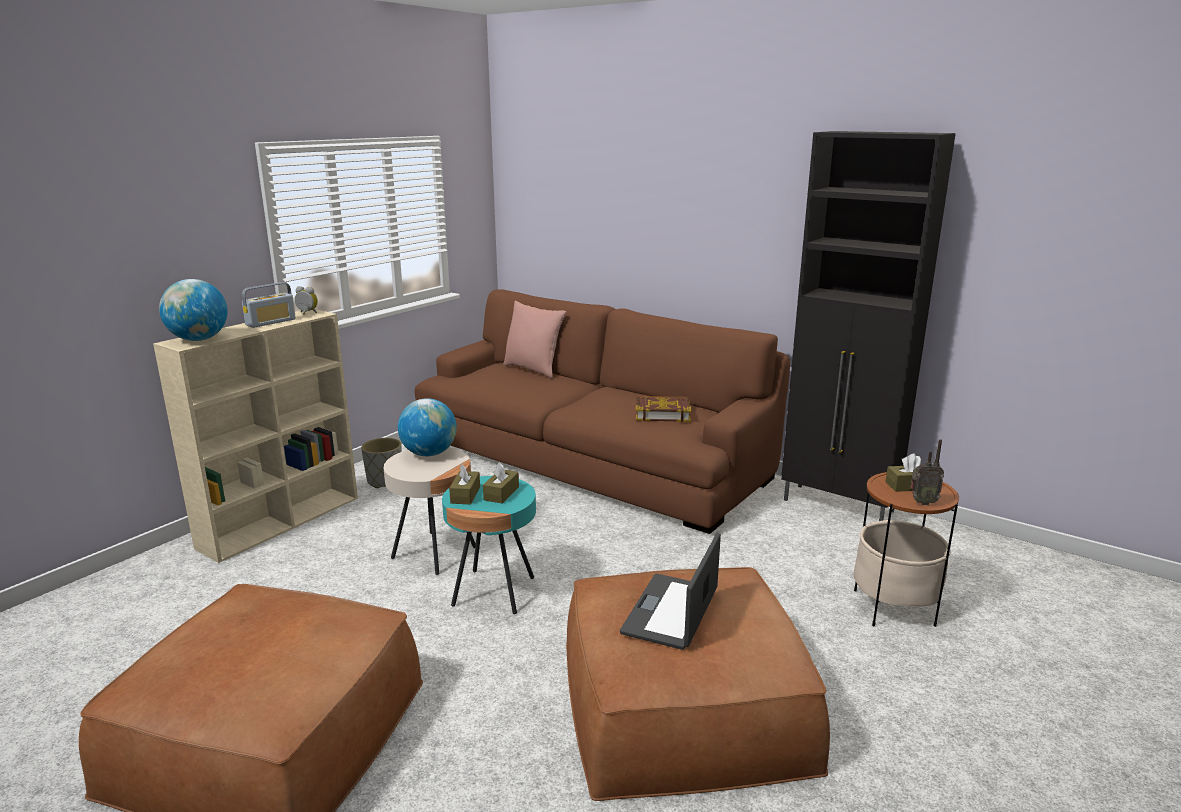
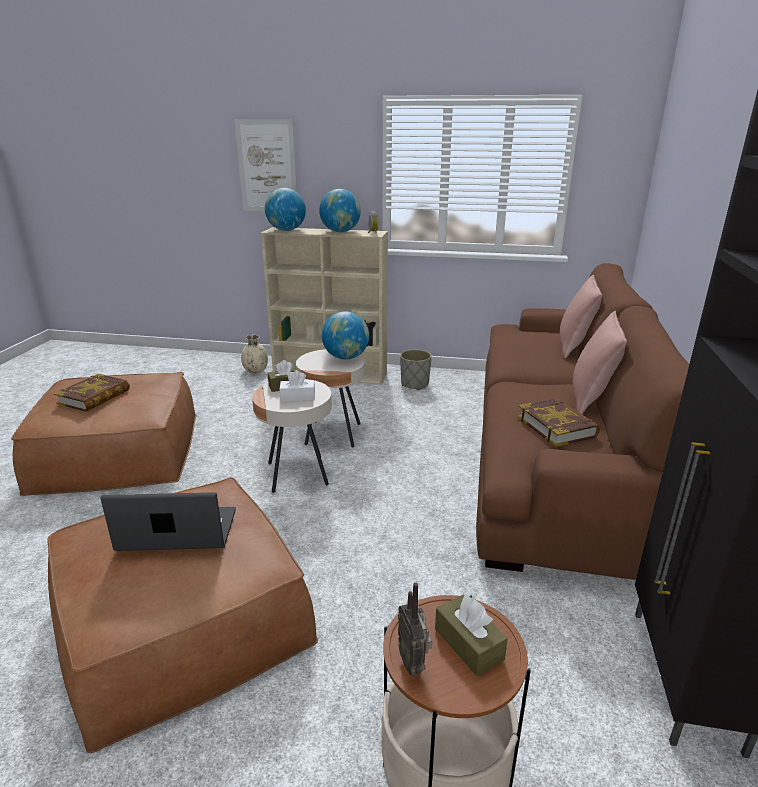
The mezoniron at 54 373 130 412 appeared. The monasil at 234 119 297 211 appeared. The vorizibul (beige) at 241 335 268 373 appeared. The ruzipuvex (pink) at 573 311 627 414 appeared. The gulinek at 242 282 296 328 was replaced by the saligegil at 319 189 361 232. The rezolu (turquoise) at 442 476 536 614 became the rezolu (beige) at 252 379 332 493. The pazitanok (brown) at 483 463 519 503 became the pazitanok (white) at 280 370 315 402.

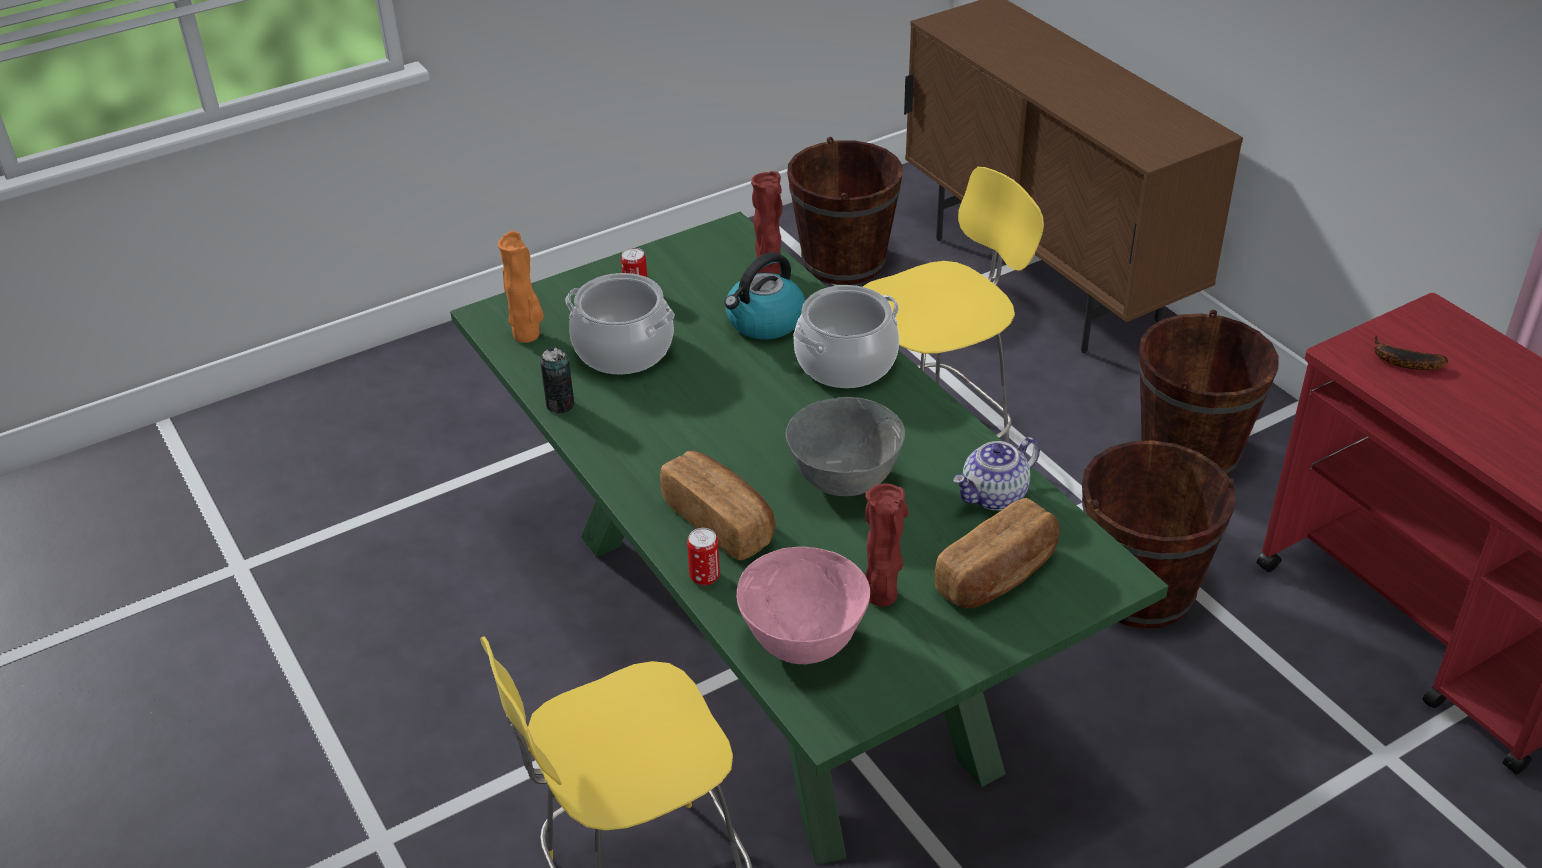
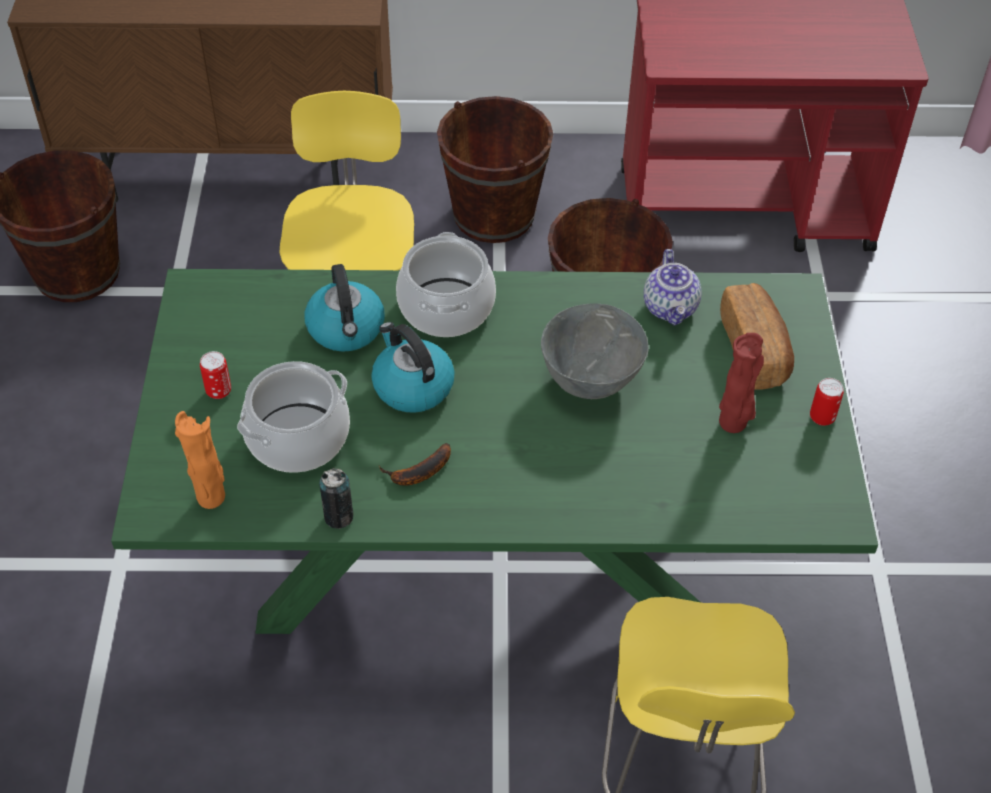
The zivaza at 660 451 776 560 disappeared. The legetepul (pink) at 737 547 870 664 disappeared. The vorizibul (red) at 751 171 783 274 disappeared. The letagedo at 371 322 455 413 appeared. The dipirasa moved from 687 528 720 586 to 810 378 844 426. The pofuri moved from 1374 335 1448 370 to 379 443 451 486.

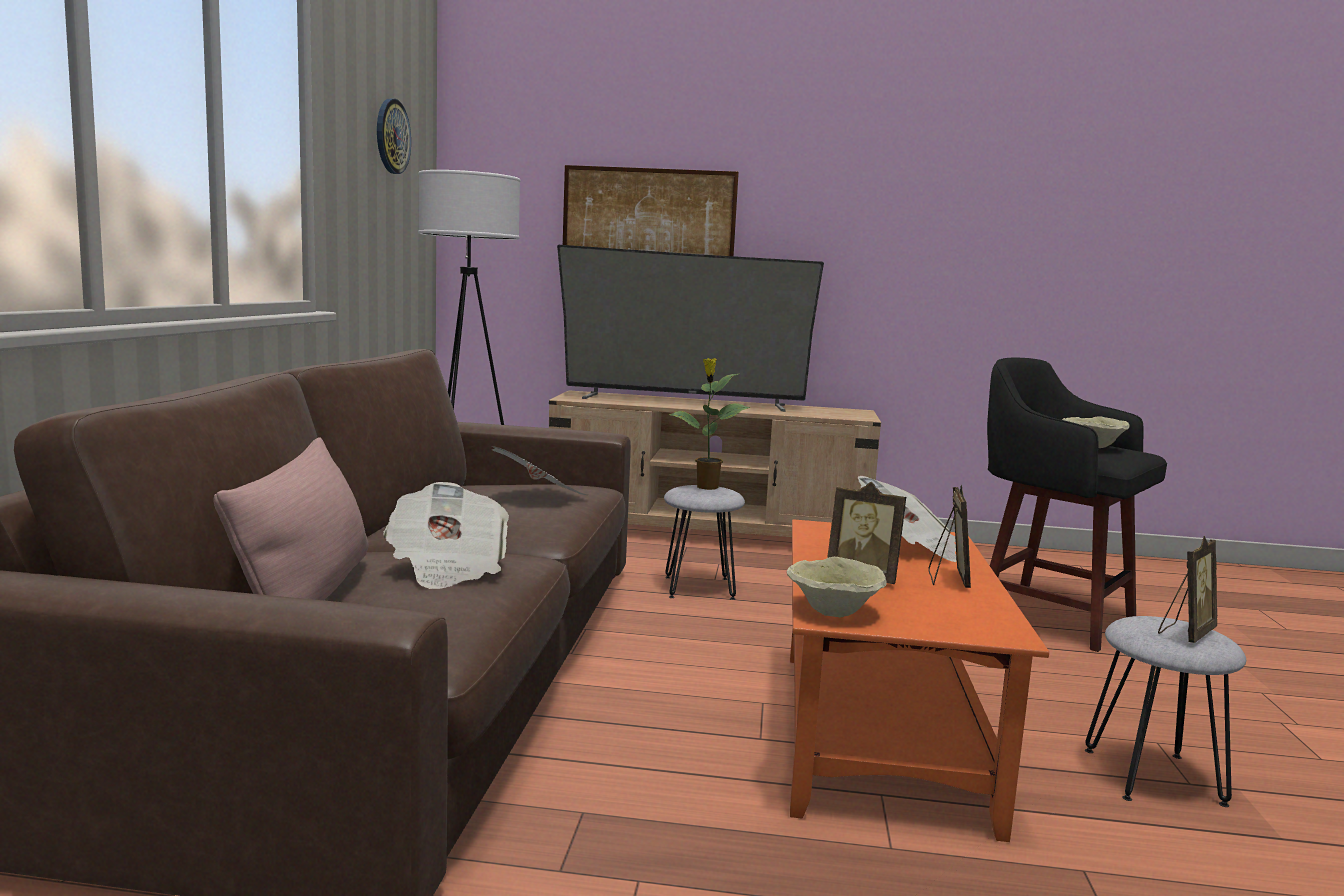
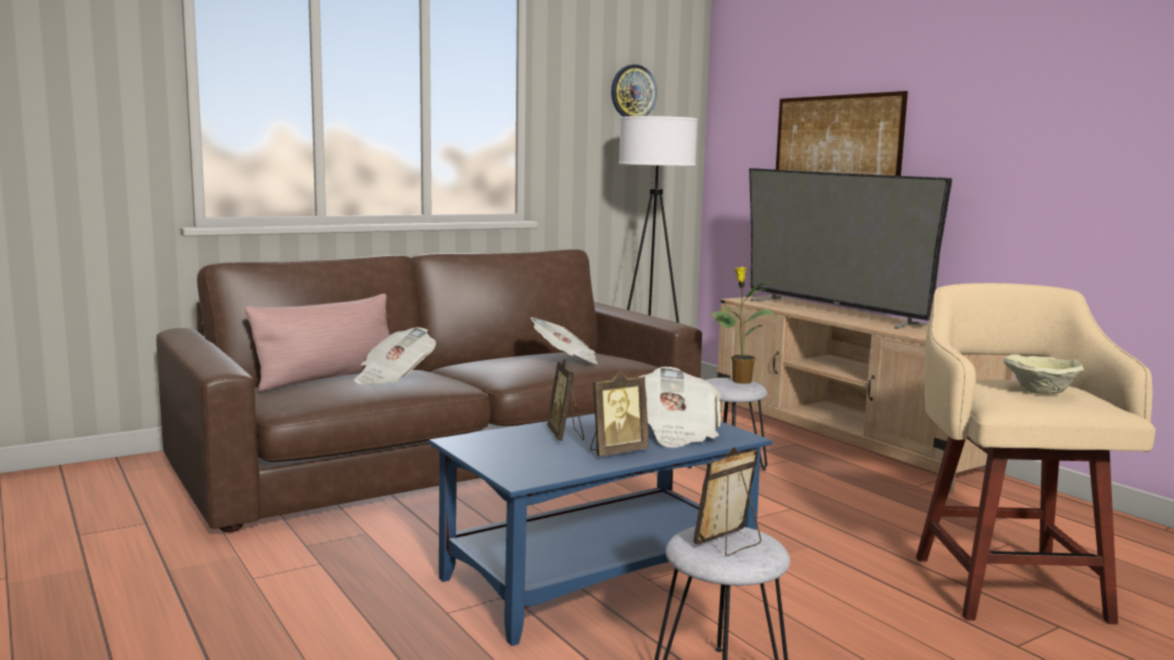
The legetepul (beige) at 787 557 887 617 disappeared. The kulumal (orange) at 790 519 1049 842 became the kulumal (blue) at 429 414 772 646. The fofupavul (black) at 987 358 1167 652 became the fofupavul (beige) at 916 283 1156 624. The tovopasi at 1158 536 1217 643 turned 135 degrees clockwise.

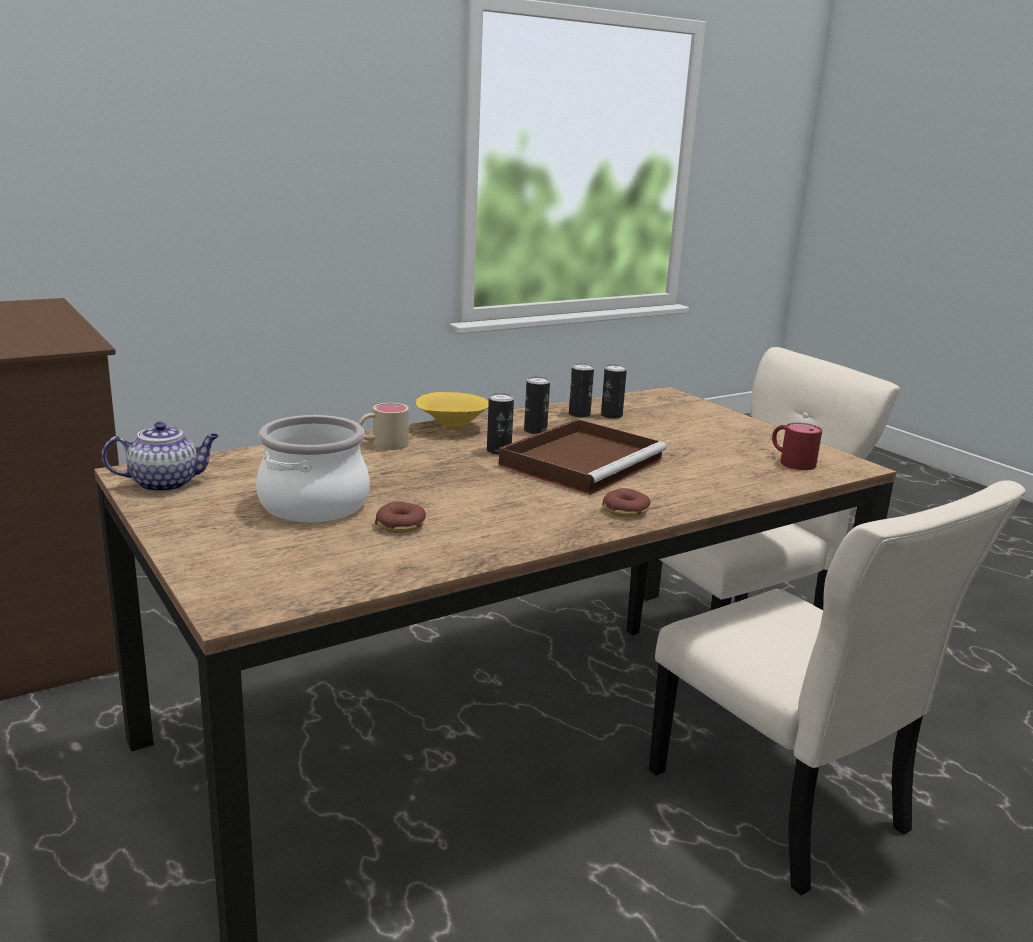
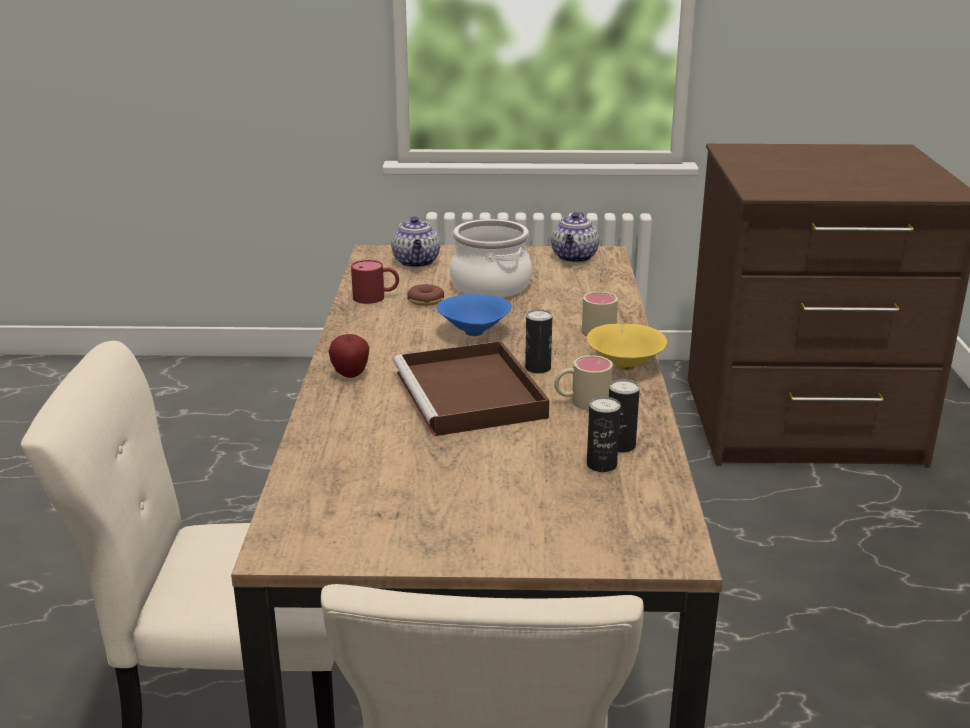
The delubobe at 391 216 440 268 appeared. The legetepul (blue) at 437 294 511 336 appeared. The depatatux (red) moved from 772 423 822 470 to 351 260 399 304. The dipirasa at 524 377 550 434 was replaced by the depatatux (beige) at 554 355 613 411. The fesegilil at 602 488 650 517 was replaced by the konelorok at 328 334 370 378.

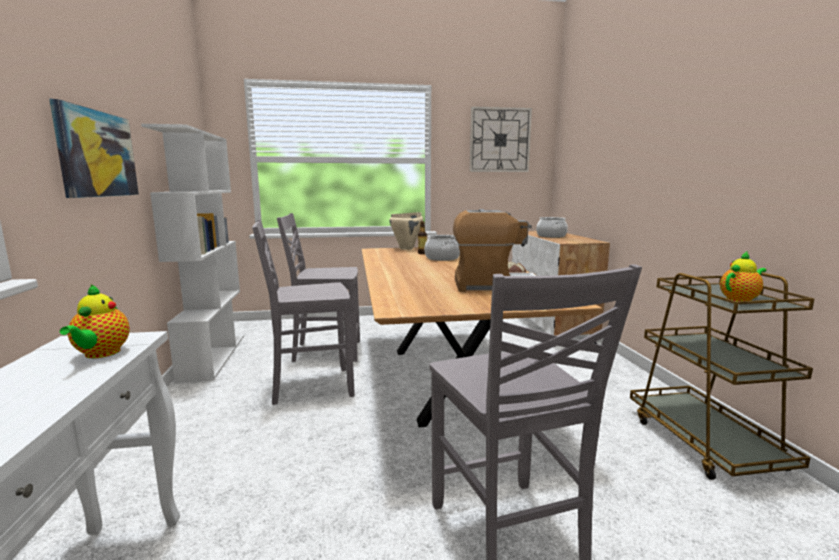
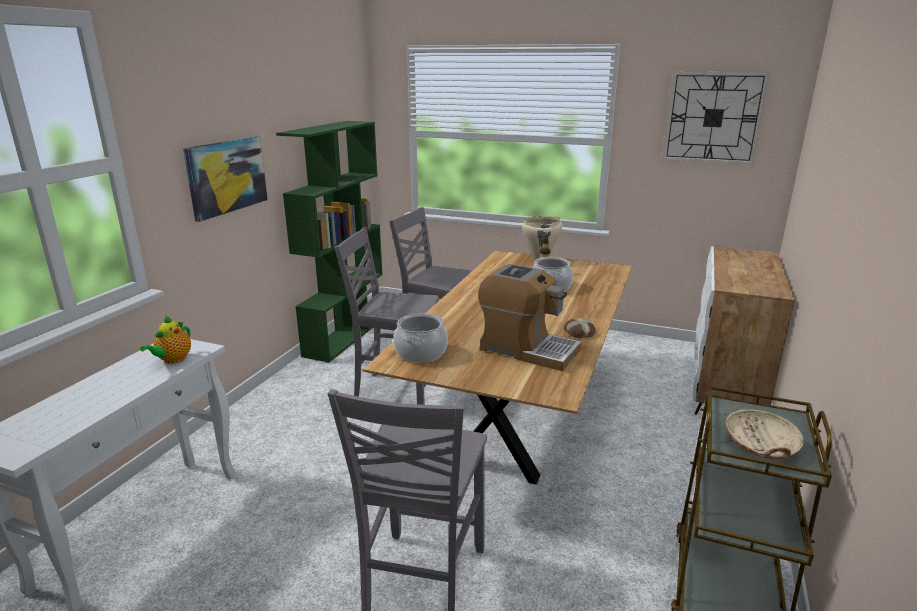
The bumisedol moved from 536 217 568 238 to 393 313 448 362. The delubobe at 720 251 767 301 was replaced by the legetepul (beige) at 726 409 804 459. The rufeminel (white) at 141 124 244 383 became the rufeminel (green) at 276 121 382 363.

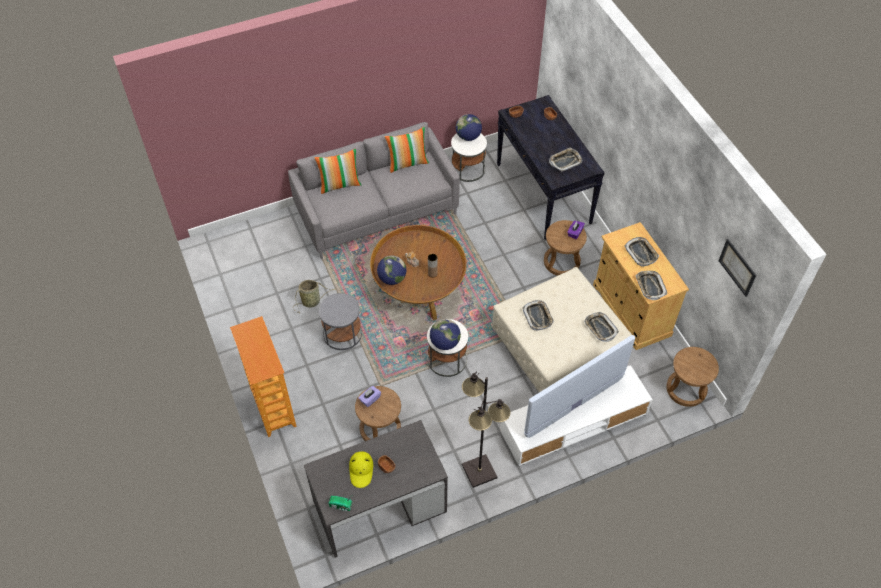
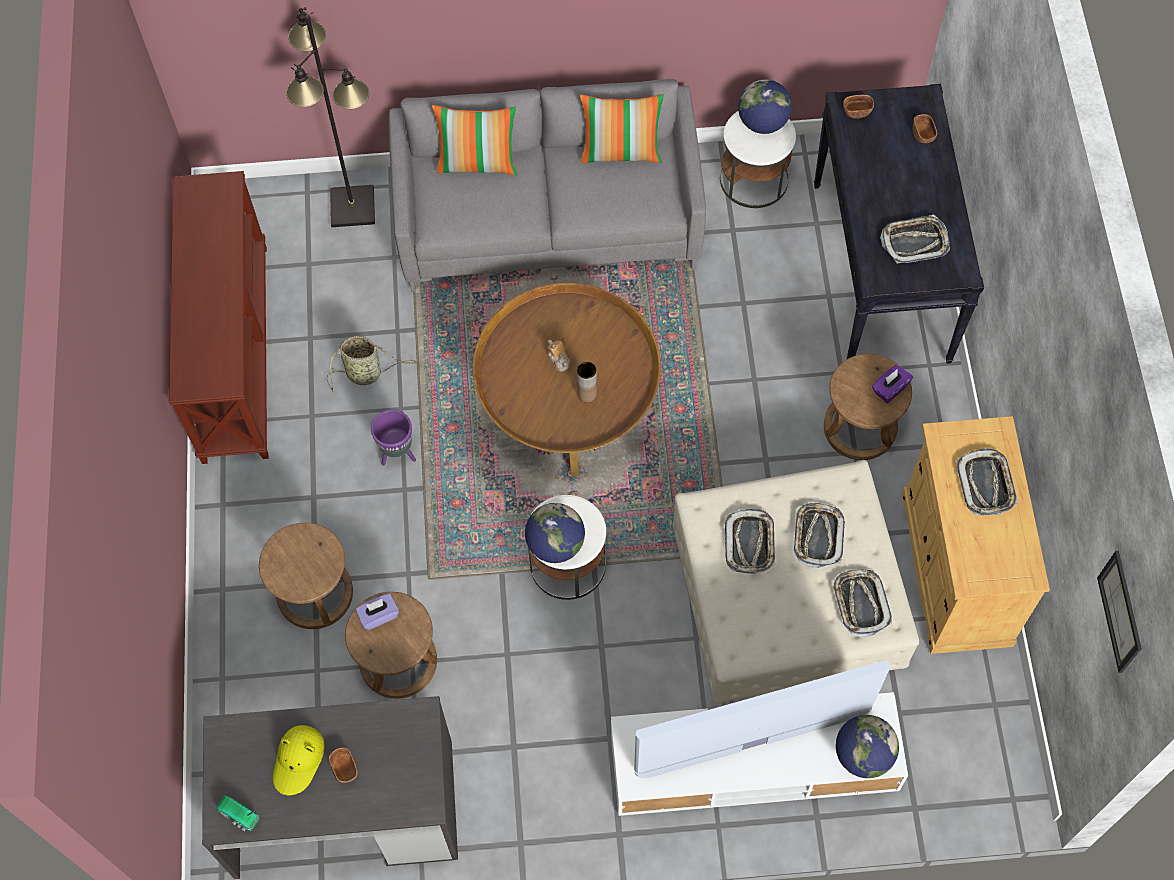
The rufeminel at 230 316 297 437 disappeared. The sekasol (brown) at 169 171 268 464 appeared. The saligegil moved from 377 256 406 285 to 836 715 899 778. The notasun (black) moved from 462 372 511 488 to 286 7 375 227. The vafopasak moved from 635 271 667 300 to 794 503 845 568. The fofupavul (brown) moved from 666 347 719 407 to 259 523 353 629. The rezolu (grey) at 319 293 362 350 was replaced by the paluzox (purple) at 371 410 416 466.

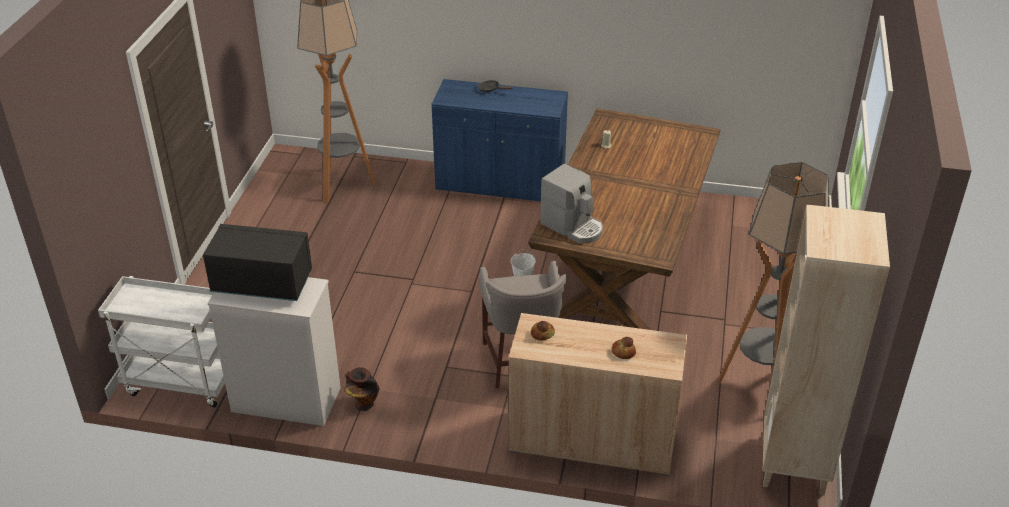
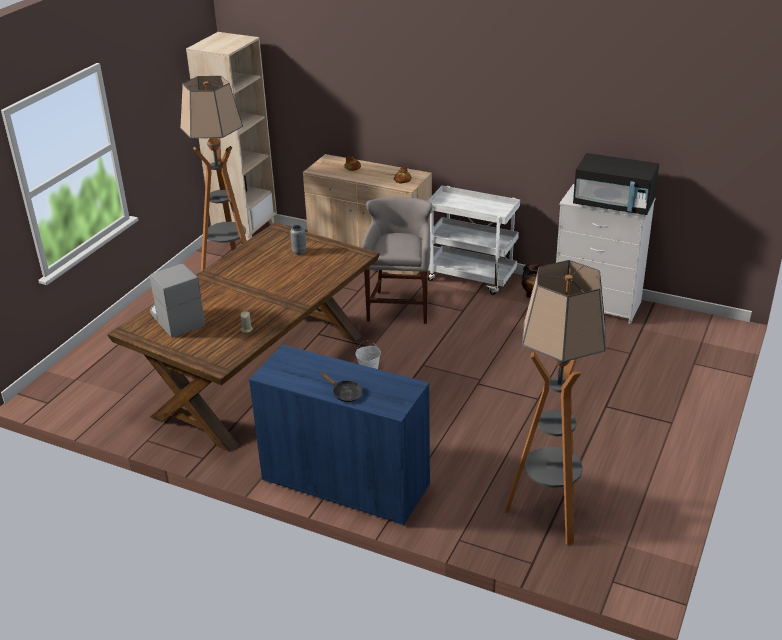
The vorizibul (grey) at 290 225 306 255 appeared. The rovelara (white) moved from 98 276 225 407 to 427 186 520 295. The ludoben moved from 541 163 603 243 to 150 264 205 338.

